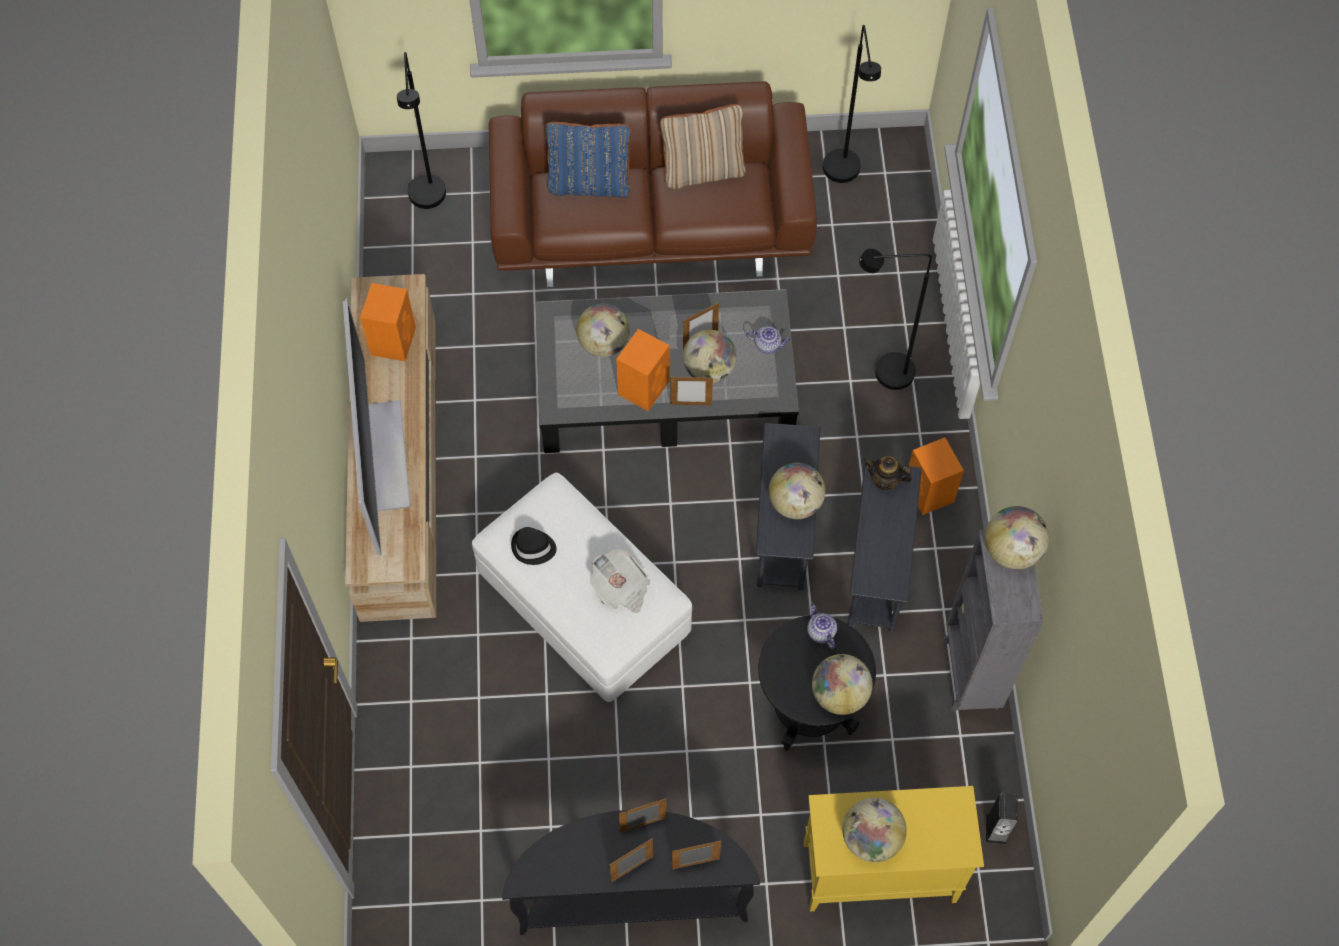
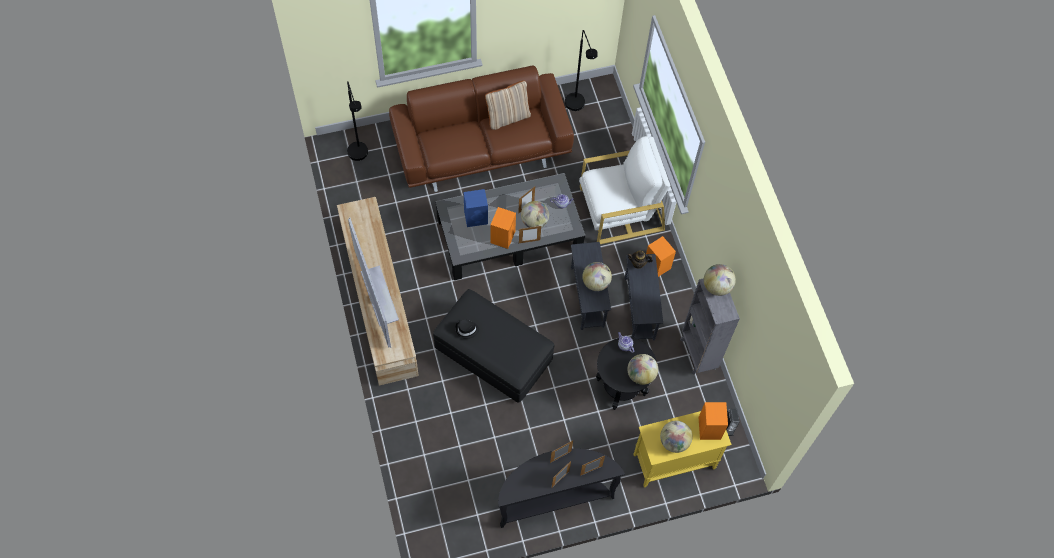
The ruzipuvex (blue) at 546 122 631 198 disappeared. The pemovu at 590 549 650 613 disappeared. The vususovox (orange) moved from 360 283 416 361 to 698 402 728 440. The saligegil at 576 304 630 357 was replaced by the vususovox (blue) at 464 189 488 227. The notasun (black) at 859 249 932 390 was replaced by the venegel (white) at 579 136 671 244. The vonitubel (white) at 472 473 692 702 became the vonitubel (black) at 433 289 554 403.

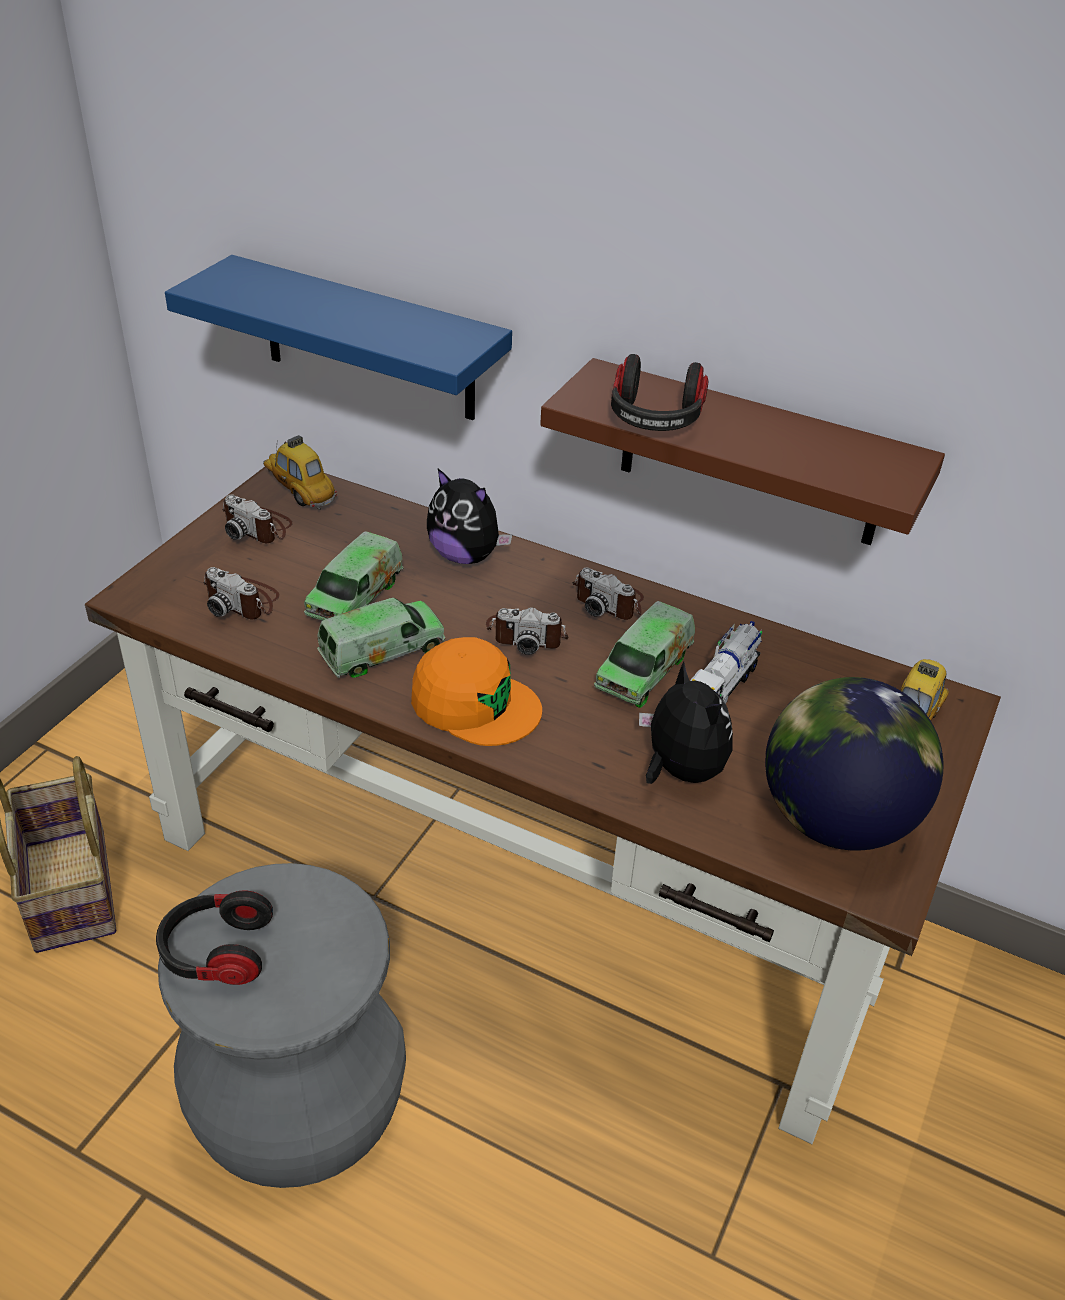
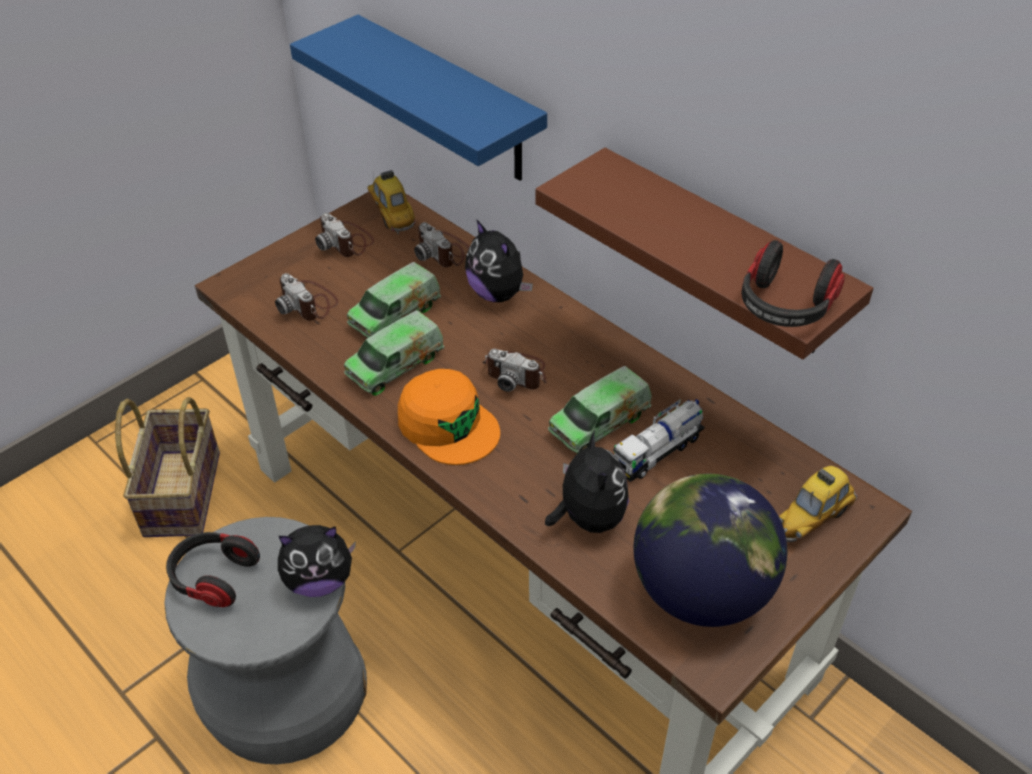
The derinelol at 278 525 356 597 appeared. The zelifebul moved from 572 567 644 620 to 414 222 470 267. The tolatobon moved from 611 354 709 431 to 741 240 845 327. The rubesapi at 317 598 445 678 turned 150 degrees clockwise.

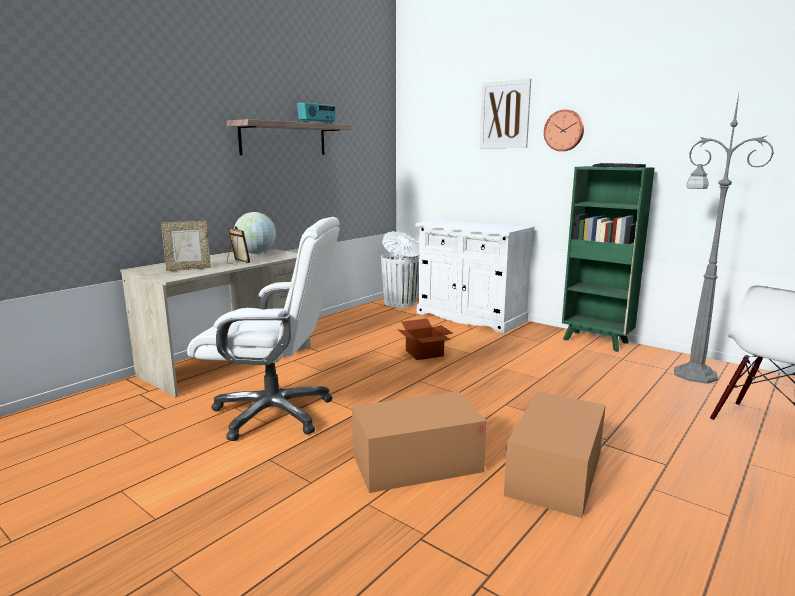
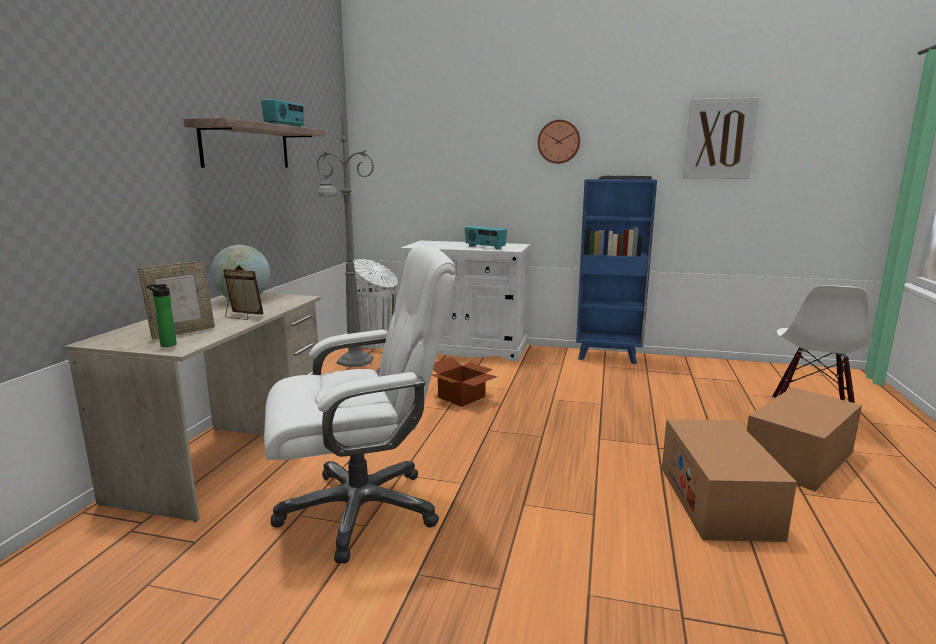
The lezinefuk at 146 284 177 347 appeared. The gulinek at 465 226 507 250 appeared. The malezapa moved from 352 392 487 493 to 747 387 862 491. The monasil moved from 480 78 531 148 to 683 97 760 179. The notasun (grey) moved from 674 94 774 384 to 316 118 374 367. The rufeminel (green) at 562 166 655 352 became the rufeminel (blue) at 576 179 657 364.

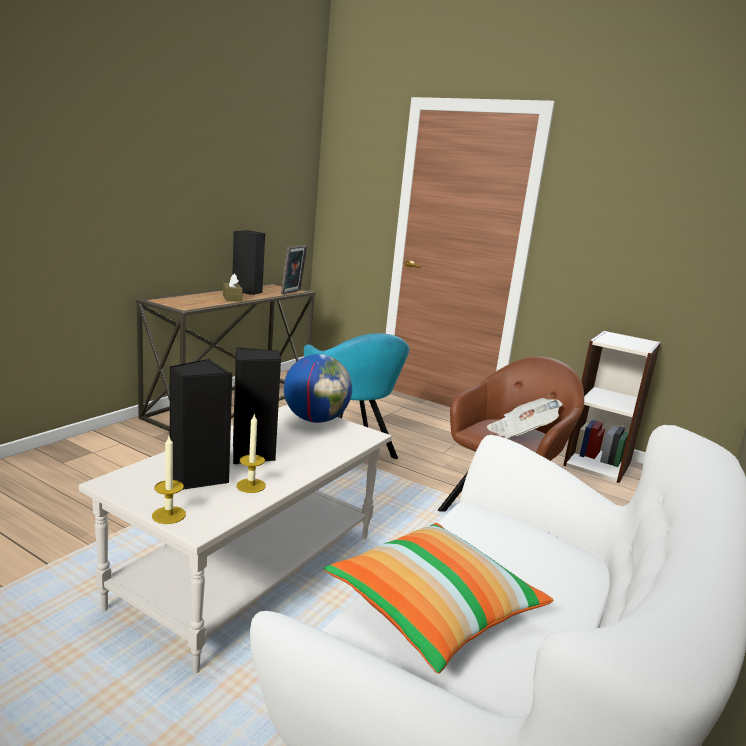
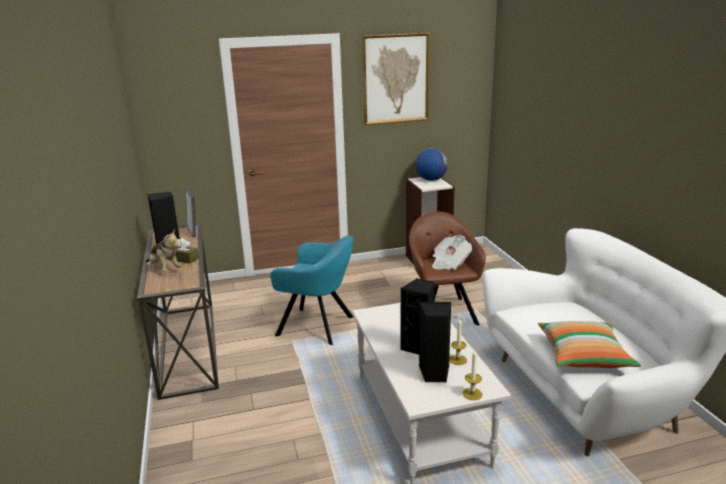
The derinelol at 146 231 182 272 appeared. The monasil at 362 33 430 125 appeared. The saligegil moved from 284 354 352 423 to 416 148 448 181.

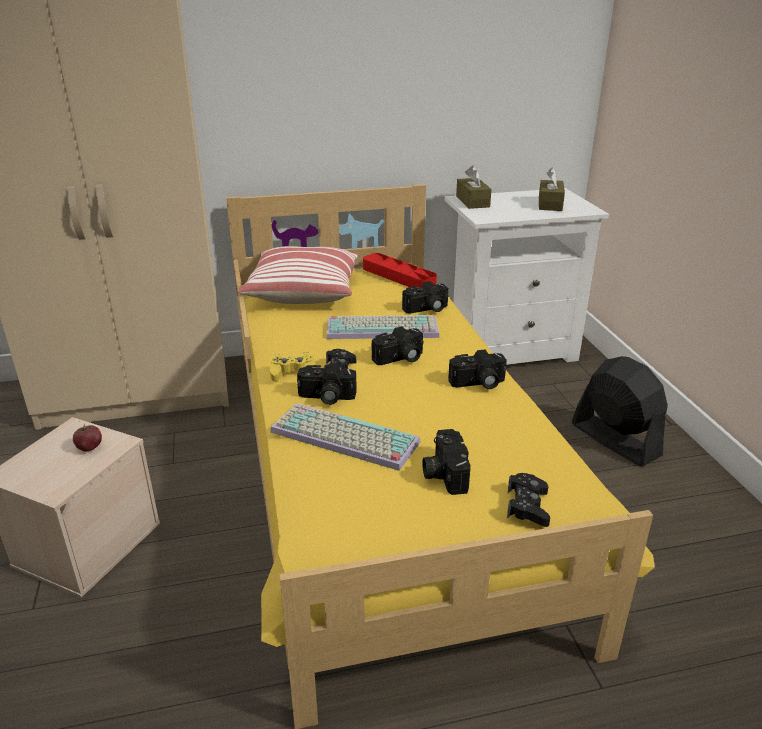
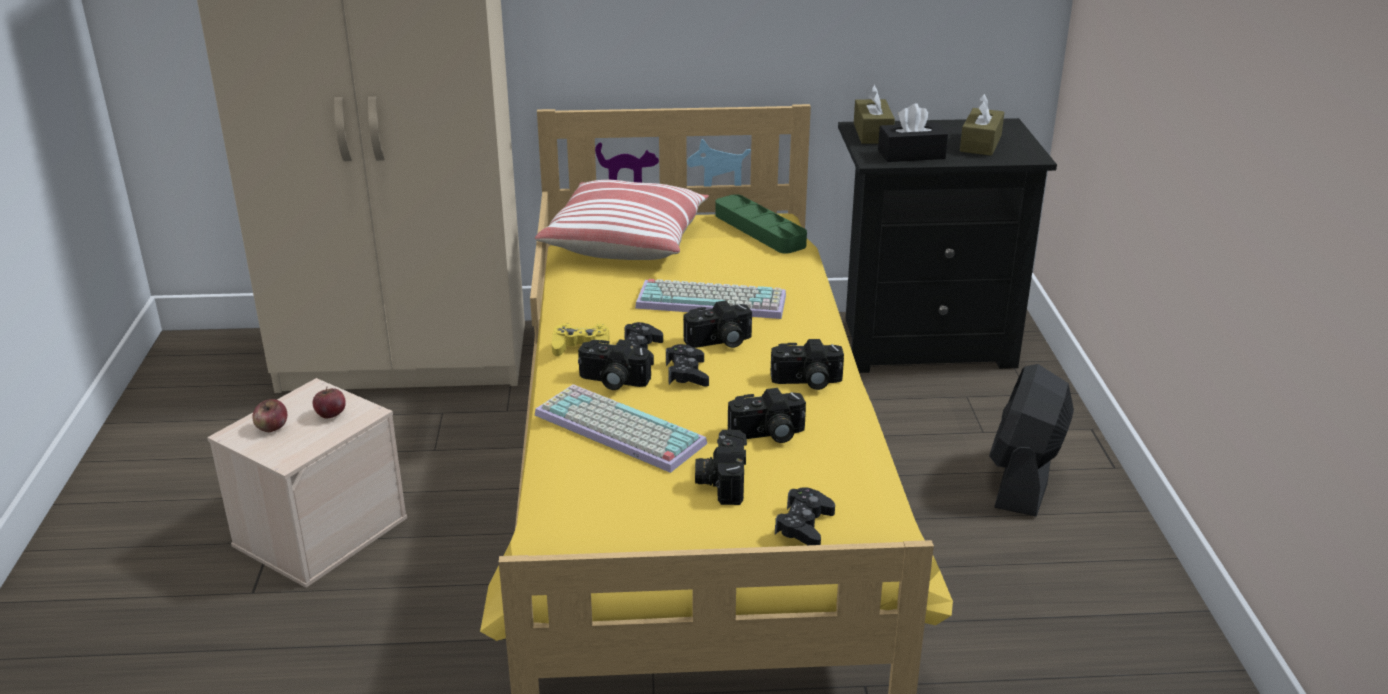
The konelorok at 252 399 287 432 appeared. The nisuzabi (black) at 666 344 709 387 appeared. The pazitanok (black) at 878 103 948 162 appeared. The zelifebul moved from 402 281 449 313 to 728 388 806 443. The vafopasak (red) at 363 253 437 288 became the vafopasak (green) at 715 194 807 254. The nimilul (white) at 445 188 609 365 became the nimilul (black) at 838 118 1057 373. The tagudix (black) at 572 356 668 467 turned 135 degrees counterclockwise.

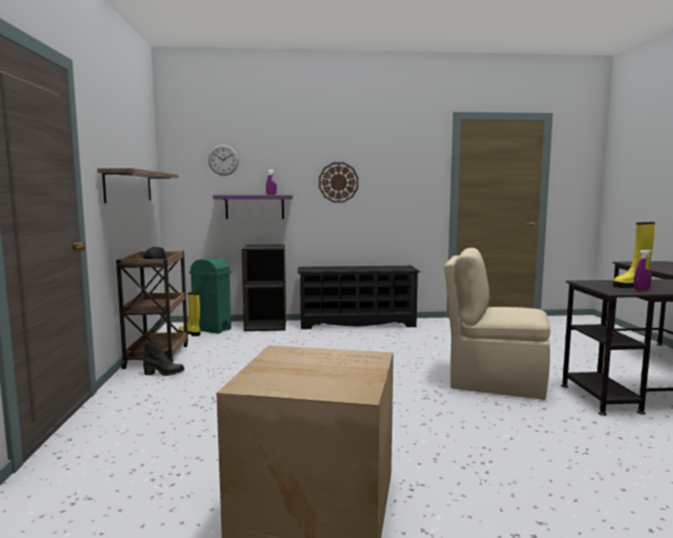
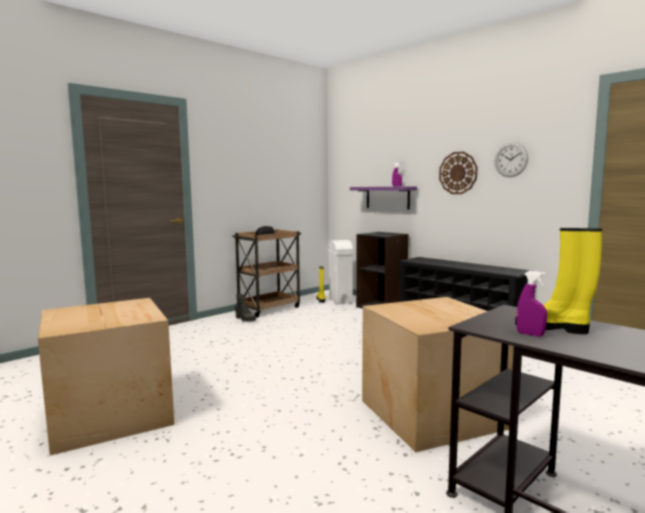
The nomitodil at 97 168 178 203 disappeared. The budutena moved from 208 145 239 176 to 495 143 528 177. The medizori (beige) at 444 248 550 400 was replaced by the malezapa at 362 297 514 452. The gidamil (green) at 189 257 231 334 became the gidamil (white) at 328 240 354 304.

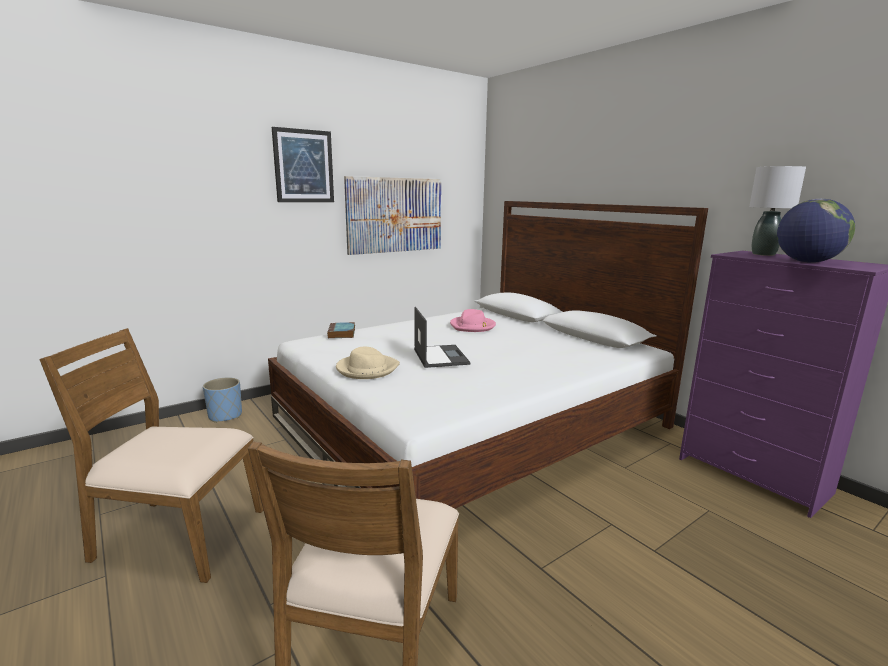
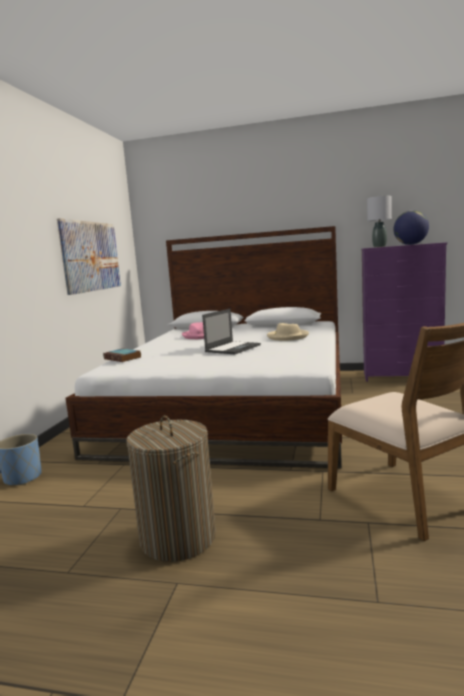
The monasil at 272 127 334 202 disappeared. The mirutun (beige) moved from 336 347 400 379 to 267 323 309 341. The medizori (brown) at 39 328 263 583 was replaced by the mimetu at 126 415 216 562. The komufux at 414 307 470 368 turned 90 degrees clockwise.

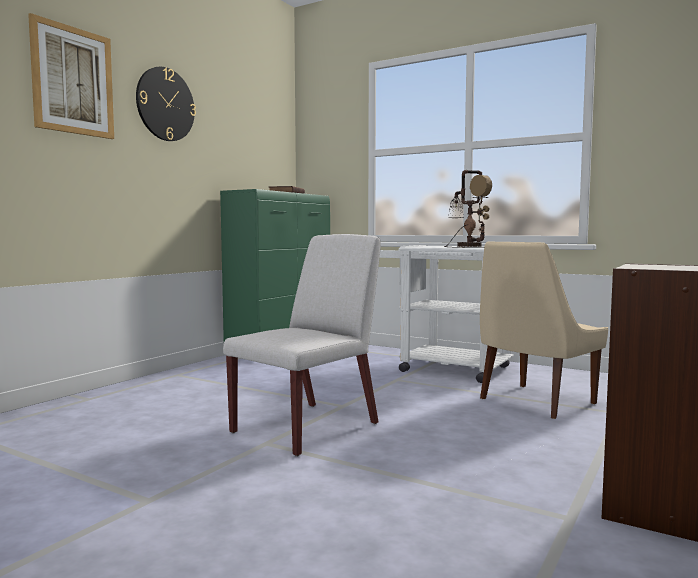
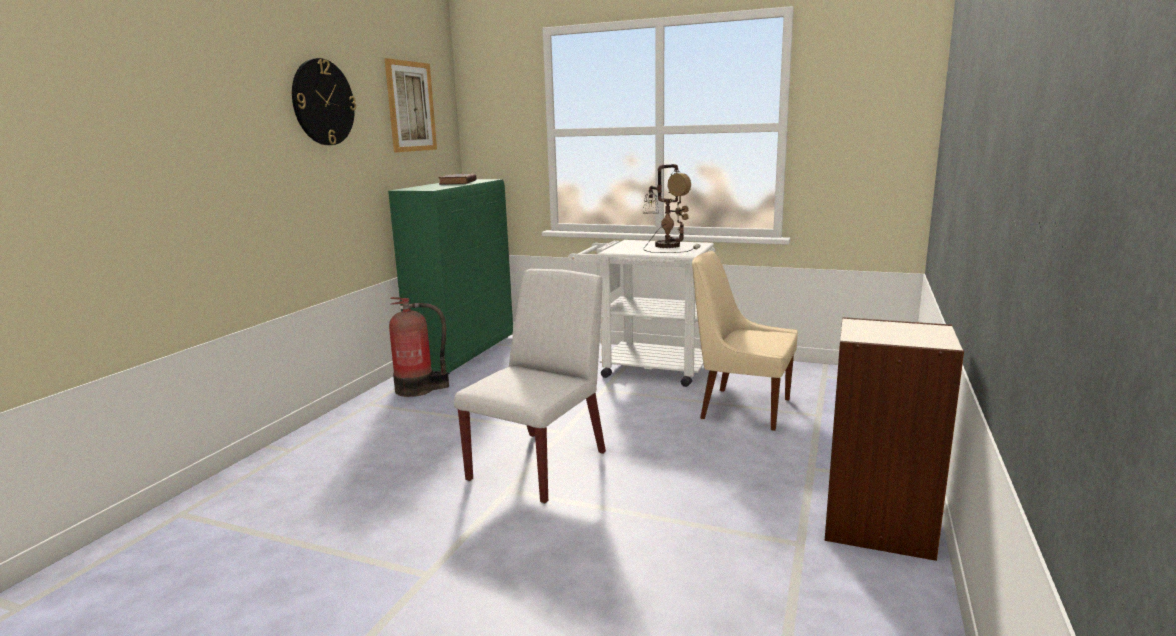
The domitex at 389 297 449 397 appeared. The monasil moved from 28 13 114 139 to 384 58 437 152. The medizori (beige) at 480 242 608 419 turned 75 degrees clockwise.

